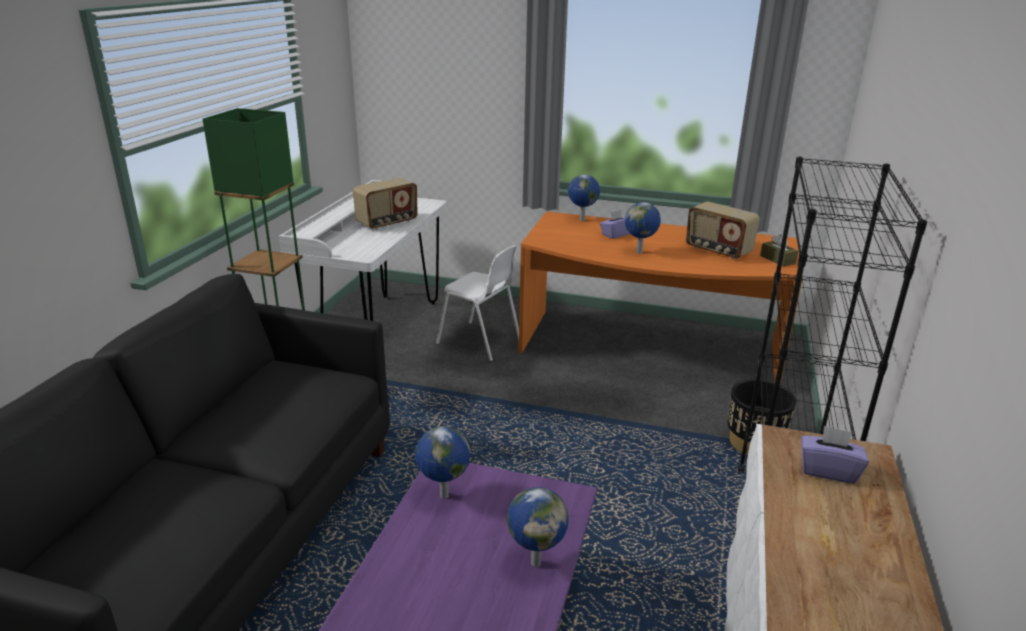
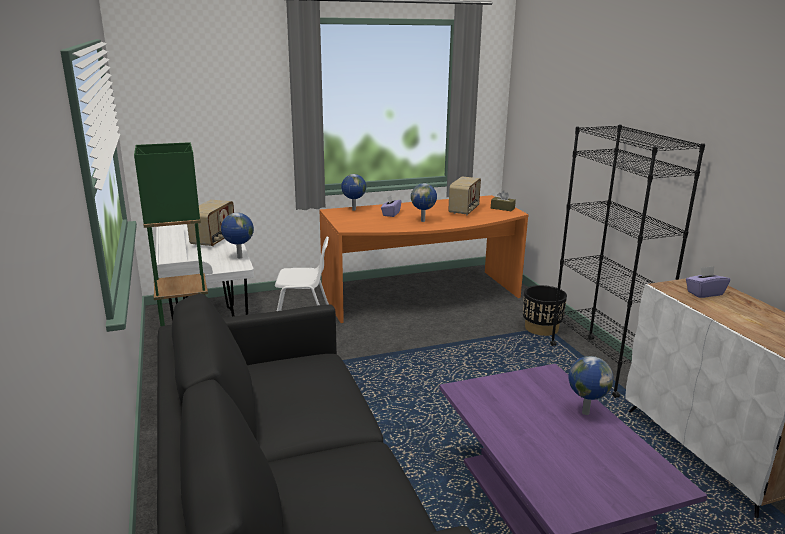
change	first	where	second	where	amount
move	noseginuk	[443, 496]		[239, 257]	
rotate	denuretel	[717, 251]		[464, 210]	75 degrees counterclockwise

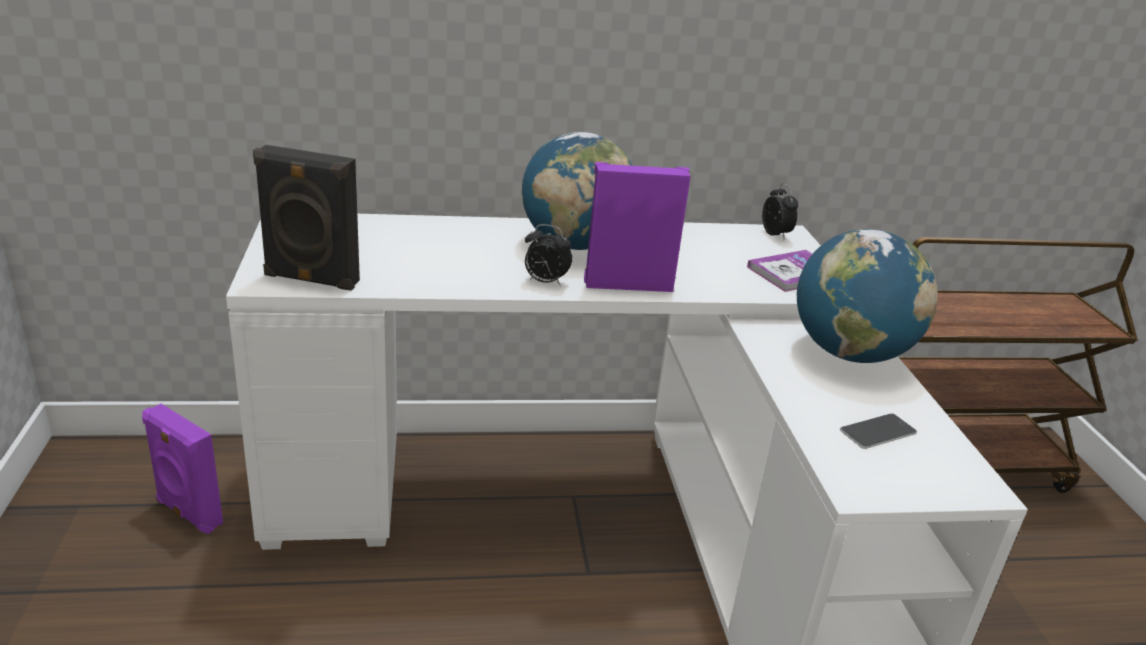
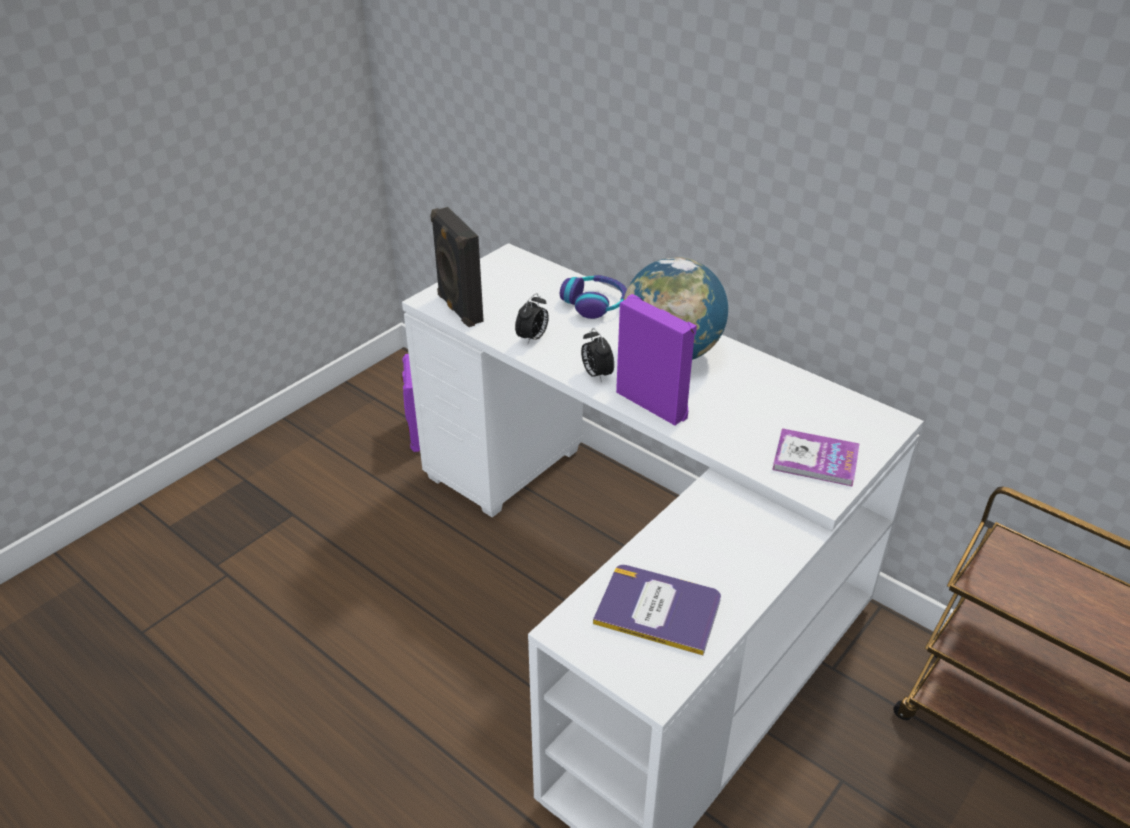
change	first	where	second	where	amount
move	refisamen	[776, 235]		[532, 338]	
insert			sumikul	[595, 303]	
replace	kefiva	[878, 431]	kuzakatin	[658, 609]	
delete	noseginuk	[849, 353]			

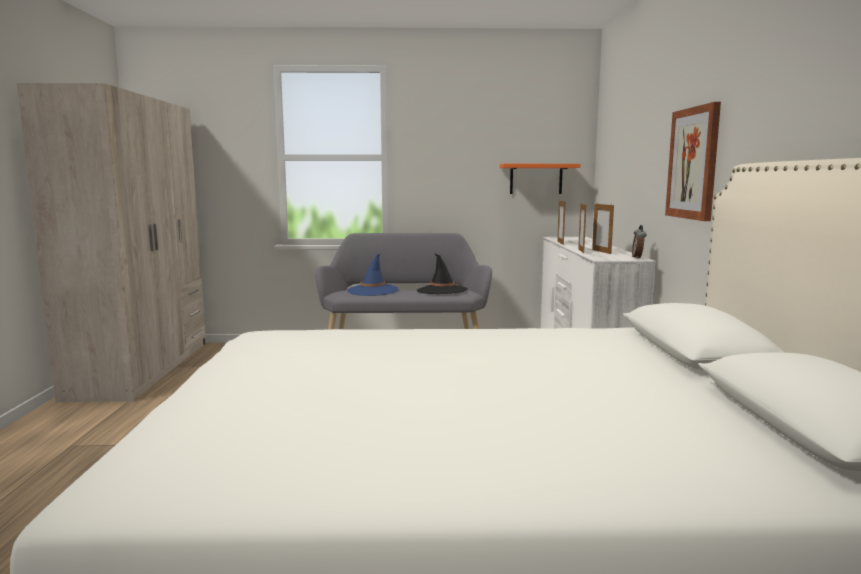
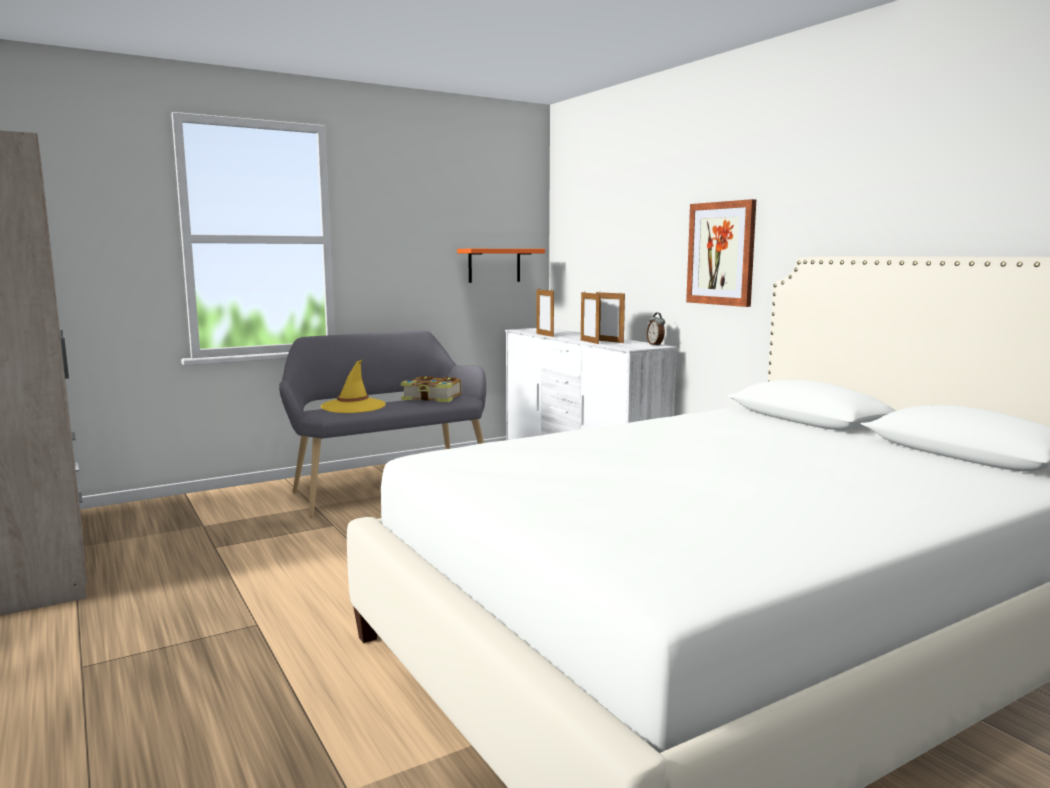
change	first	where	second	where	amount
recolor	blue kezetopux	[373, 290]	yellow kezetopux	[353, 406]	
replace	black kezetopux	[441, 290]	kuzakatin	[432, 398]	

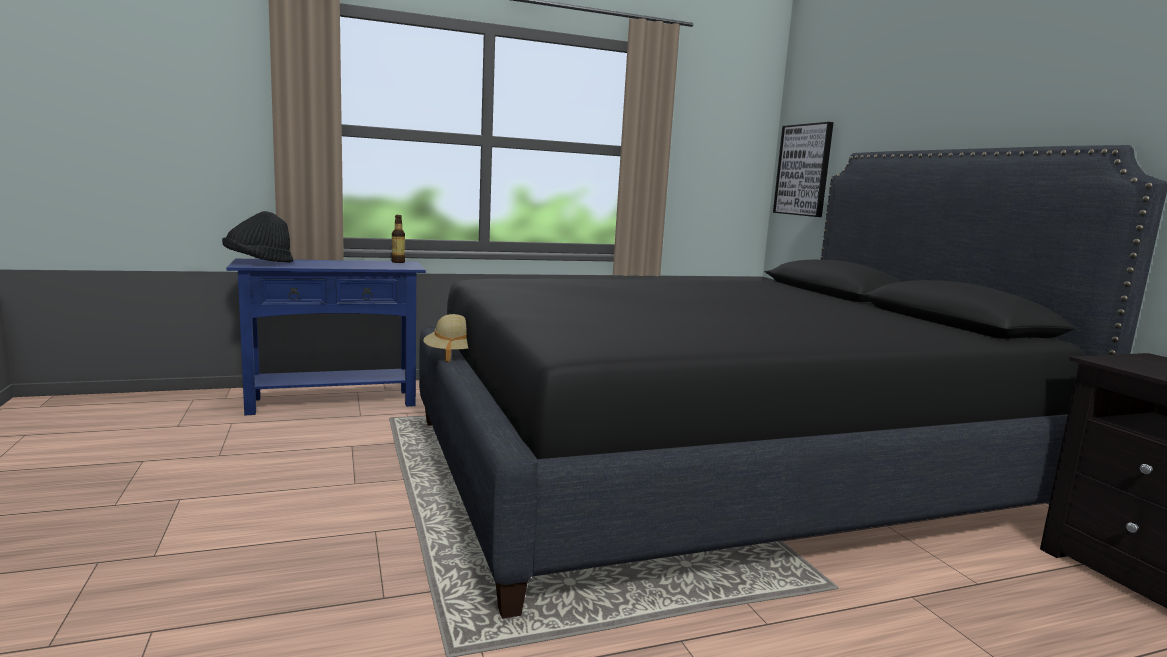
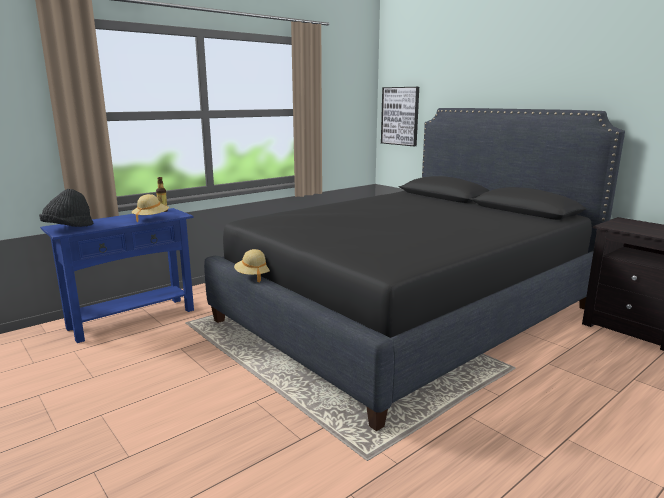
change	first	where	second	where	amount
insert			beige kezetopux	[151, 218]	

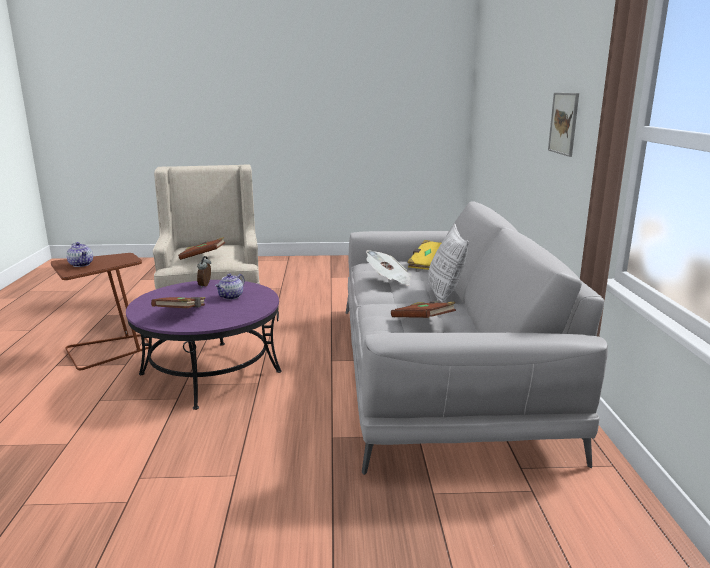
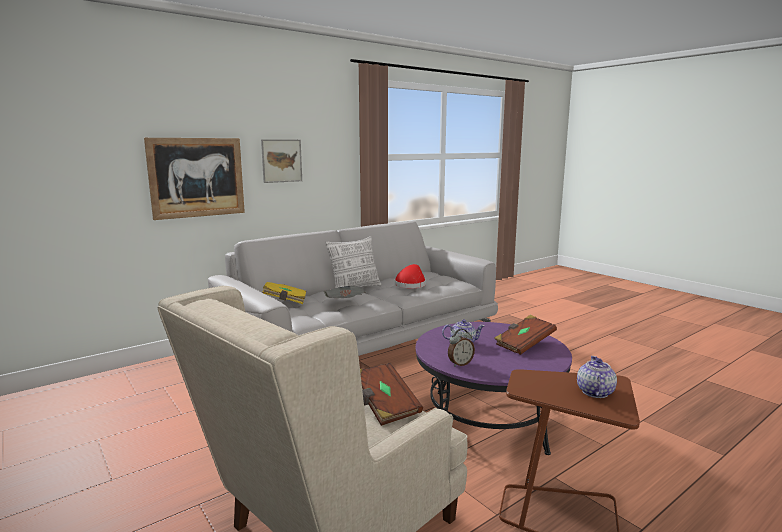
change	first	where	second	where	amount
insert			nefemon	[197, 177]	
replace	brown kuzakatin	[423, 321]	red kezetopux	[410, 284]	

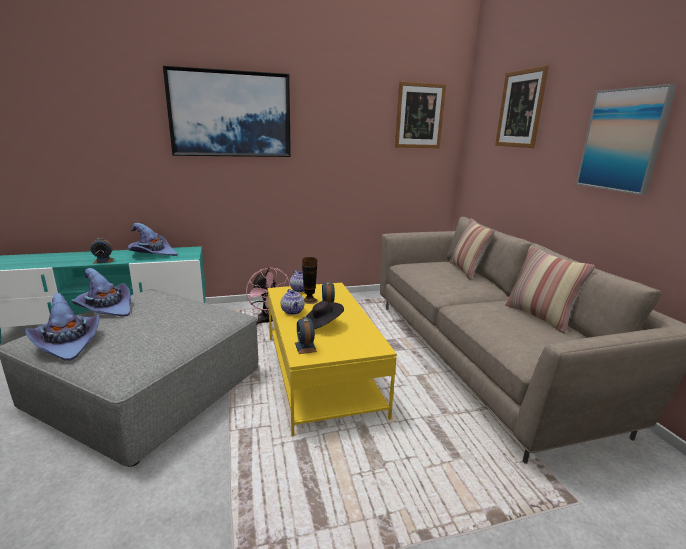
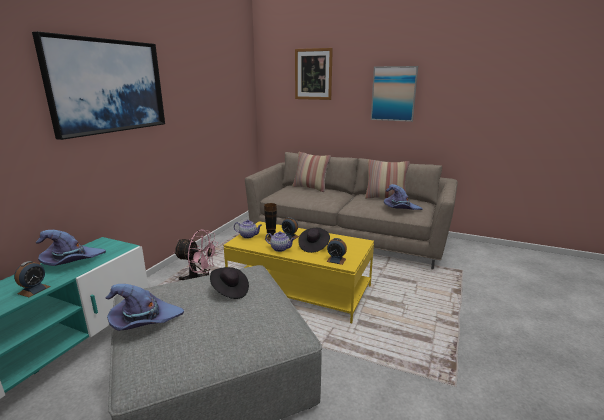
change	first	where	second	where	amount
insert			black kezetopux	[230, 291]	
move	purple kezetopux	[68, 343]		[400, 209]	
delete	nefemon	[419, 116]			

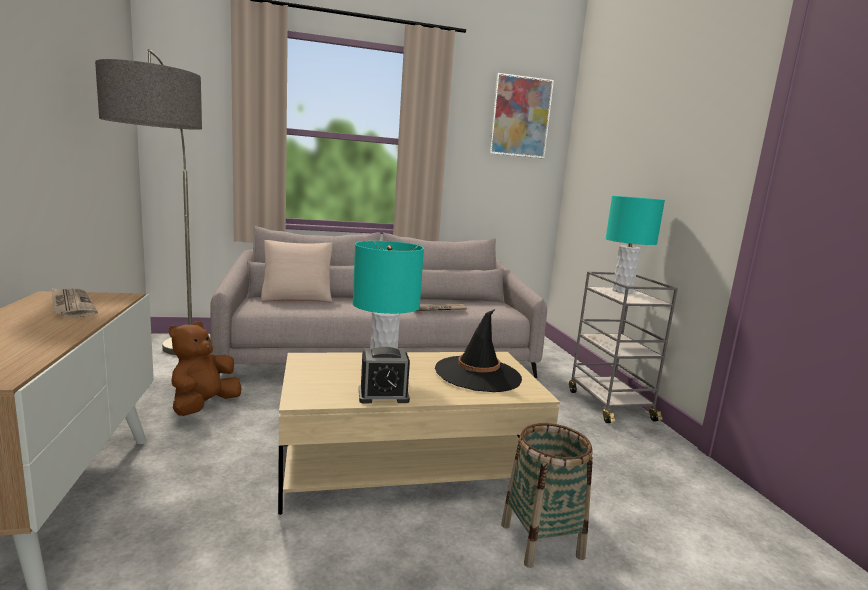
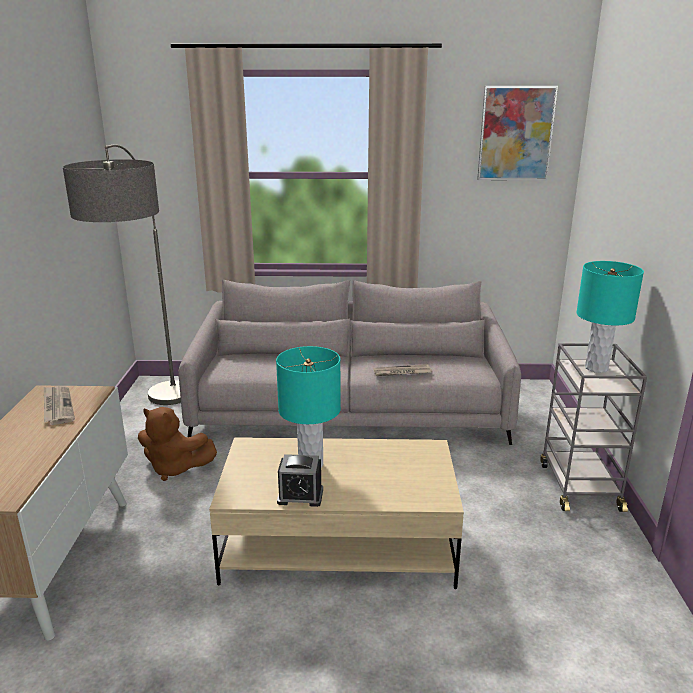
change	first	where	second	where	amount
rotate	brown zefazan	[203, 406]		[175, 468]	105 degrees counterclockwise
delete	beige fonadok	[297, 297]			
delete	black kezetopux	[478, 374]			
delete	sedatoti	[541, 541]			

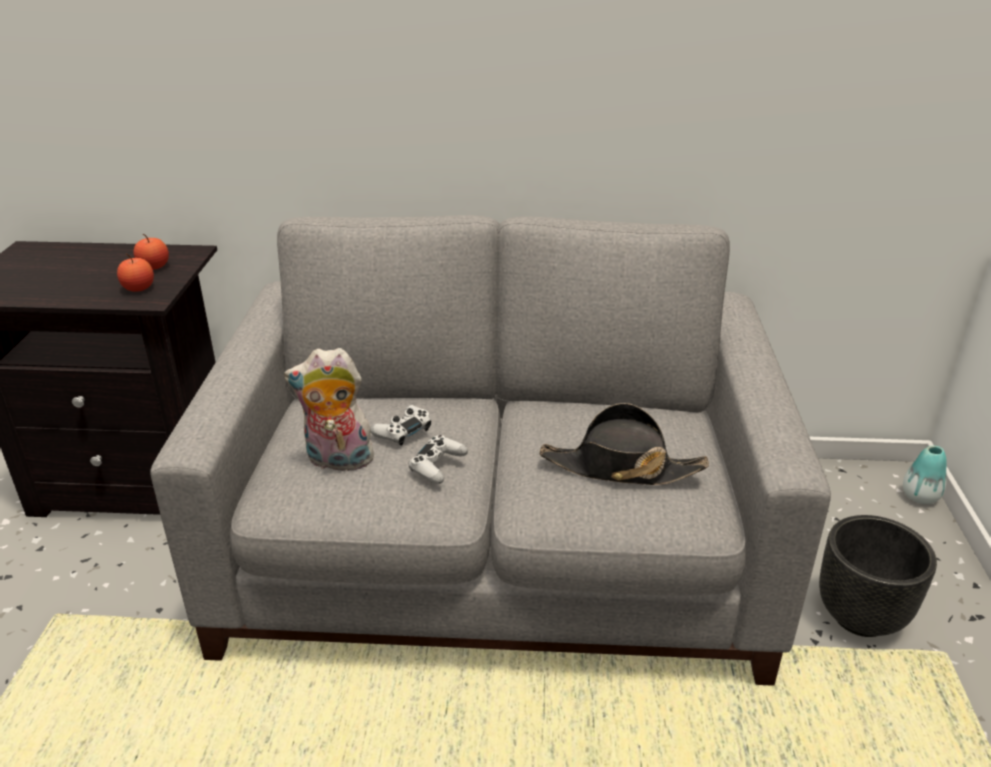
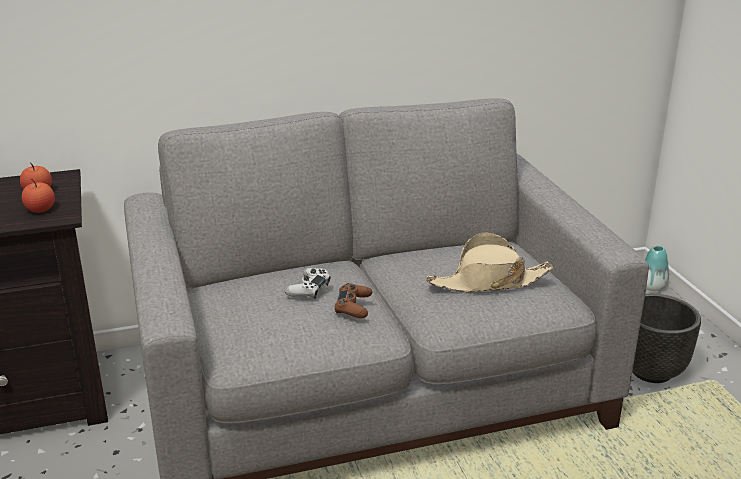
change	first	where	second	where	amount
recolor	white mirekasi	[437, 465]	brown mirekasi	[353, 306]	
recolor	black kezetopux	[621, 467]	beige kezetopux	[489, 282]	
delete	zefazan	[337, 461]			

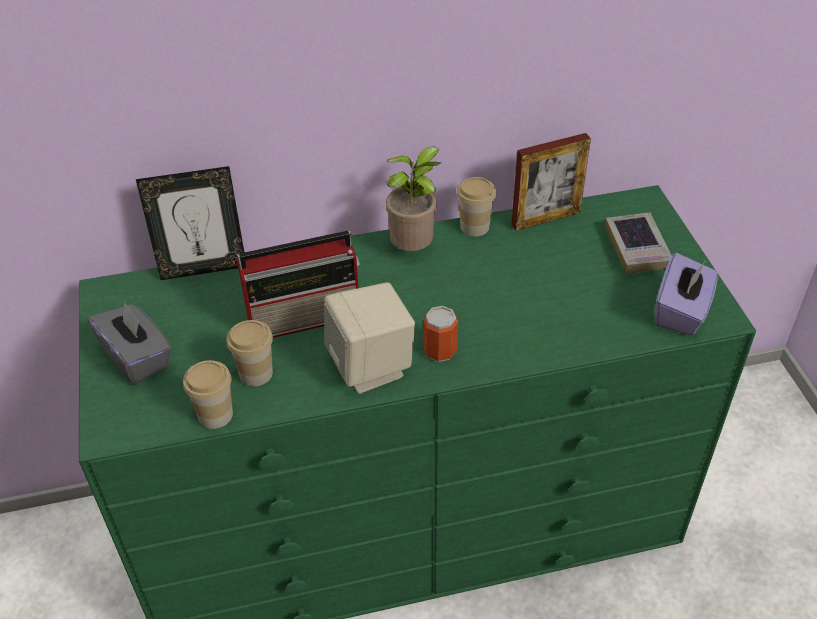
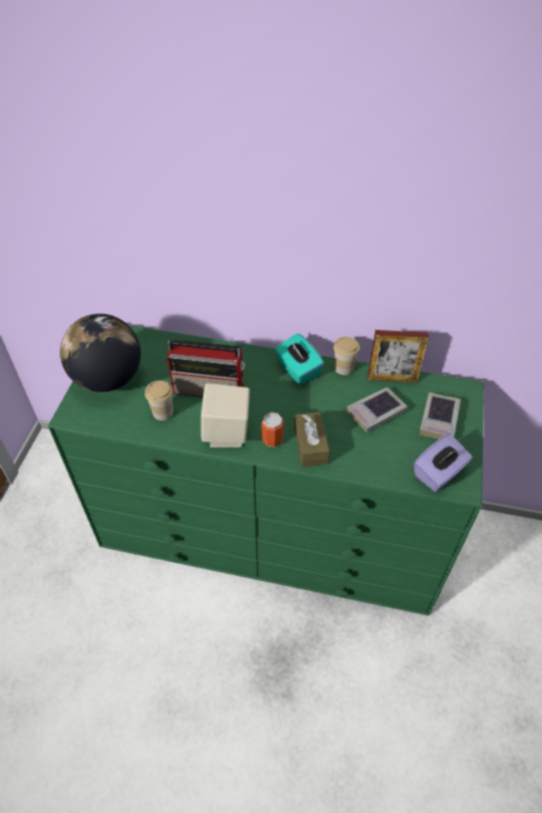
change	first	where	second	where	amount
replace	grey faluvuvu	[137, 358]	noseginuk	[108, 379]	
replace	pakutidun	[414, 249]	turquoise faluvuvu	[298, 370]	
insert			brown faluvuvu	[310, 445]	
insert			kuzakatin	[376, 412]	
delete	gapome	[203, 268]			
delete	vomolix	[215, 415]			

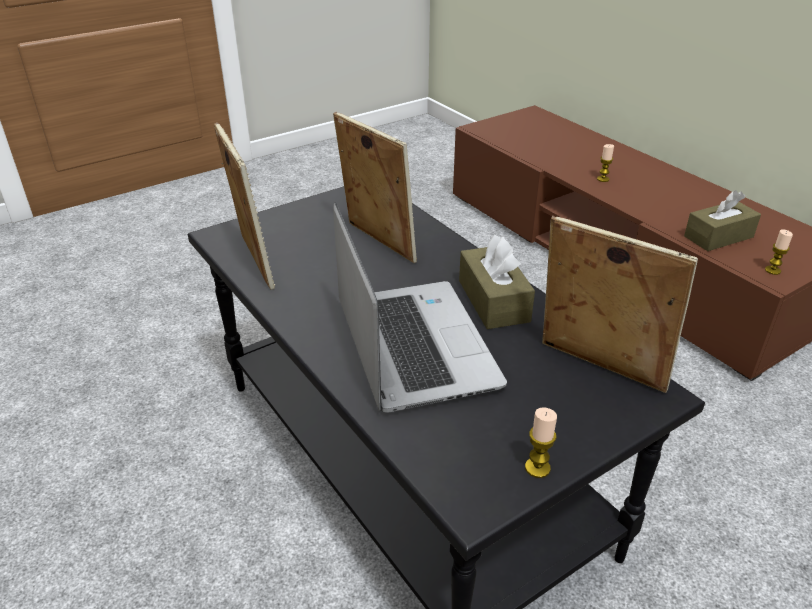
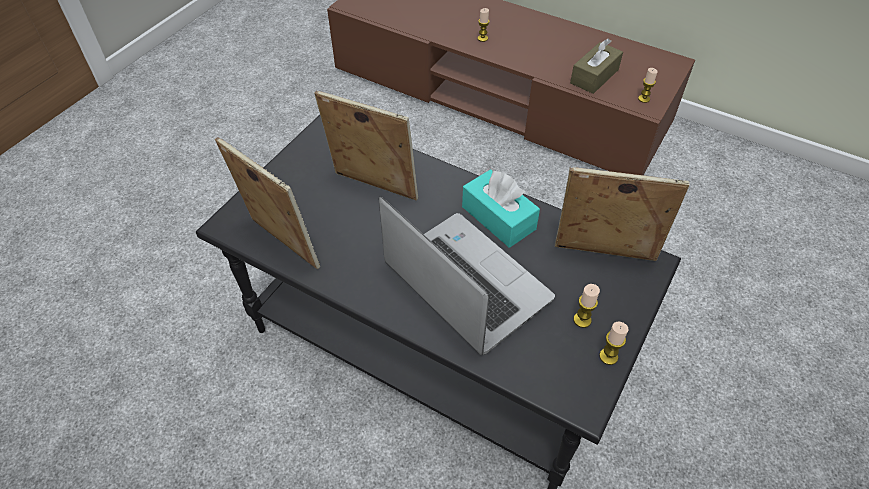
change	first	where	second	where	amount
recolor	brown faluvuvu	[493, 301]	turquoise faluvuvu	[498, 218]	
insert			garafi	[582, 320]	

